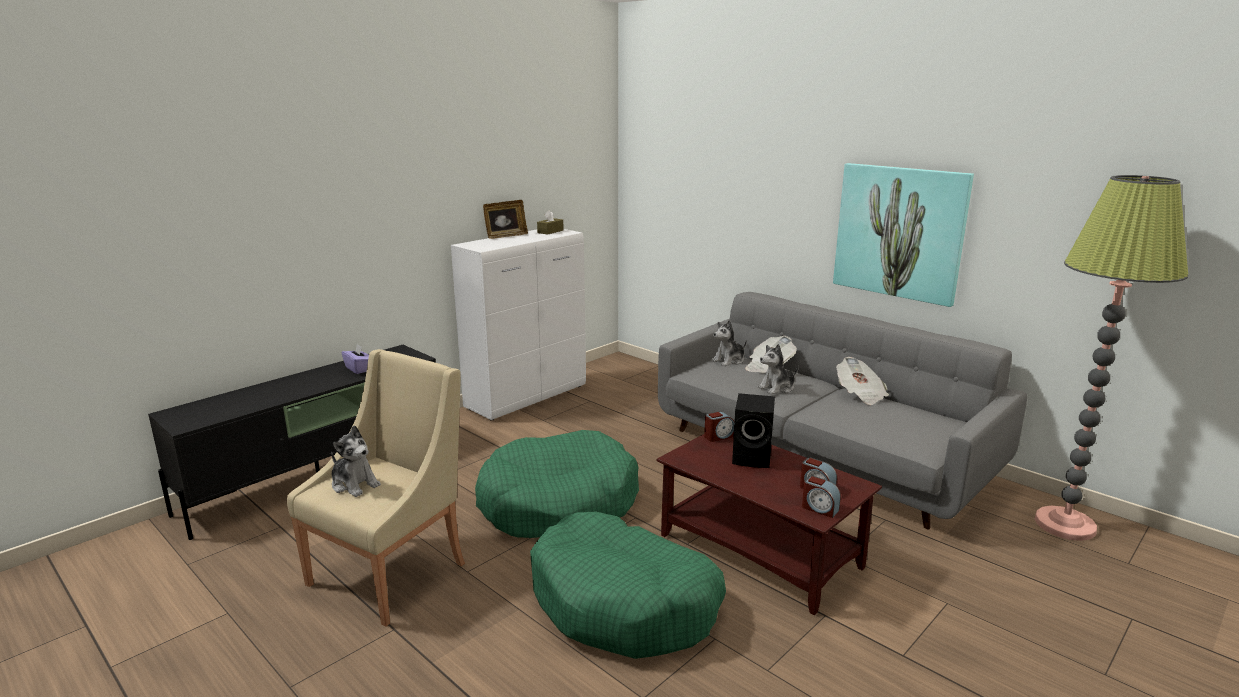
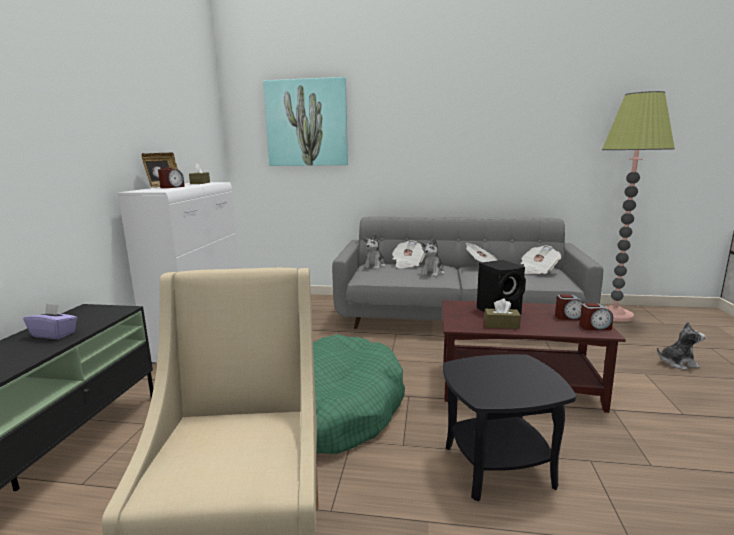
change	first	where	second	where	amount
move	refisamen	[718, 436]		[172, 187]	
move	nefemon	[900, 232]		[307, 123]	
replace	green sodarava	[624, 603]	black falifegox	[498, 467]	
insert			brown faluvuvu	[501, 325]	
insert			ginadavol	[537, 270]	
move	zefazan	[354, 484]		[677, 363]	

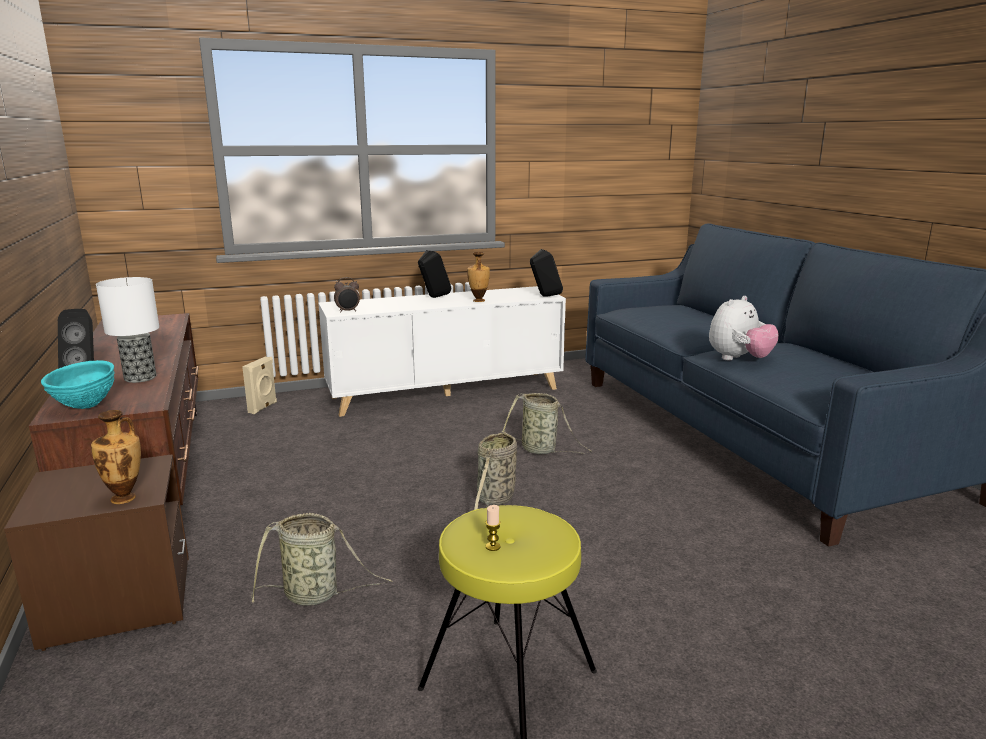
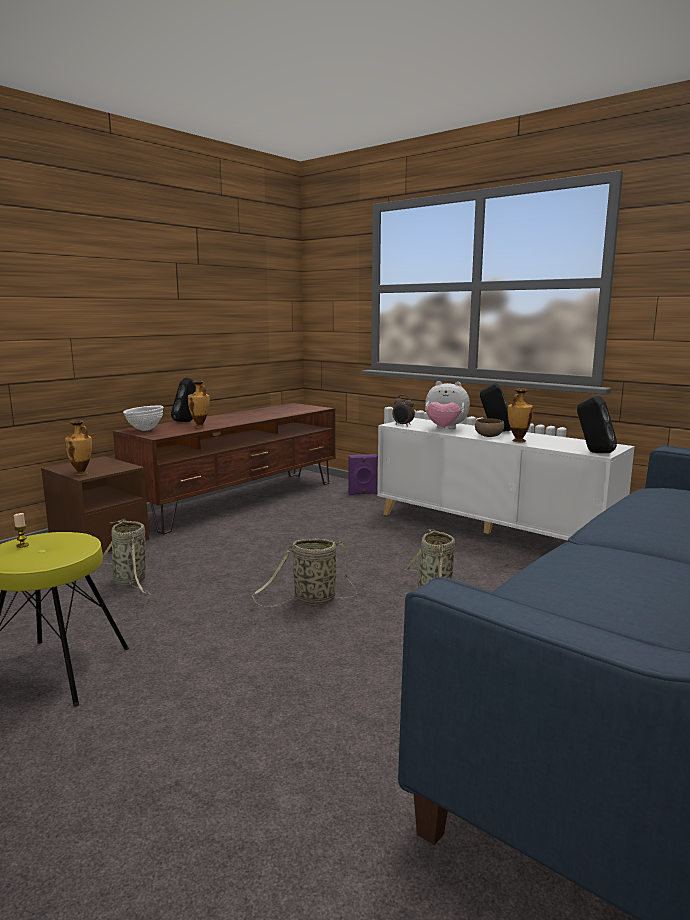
change	first	where	second	where	amount
recolor	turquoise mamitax	[85, 407]	white mamitax	[145, 430]	
replace	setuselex	[141, 377]	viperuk	[200, 426]	
recolor	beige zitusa	[263, 407]	purple zitusa	[363, 493]	
move	zefazan	[739, 359]		[445, 429]	
insert			brown mamitax	[489, 436]	

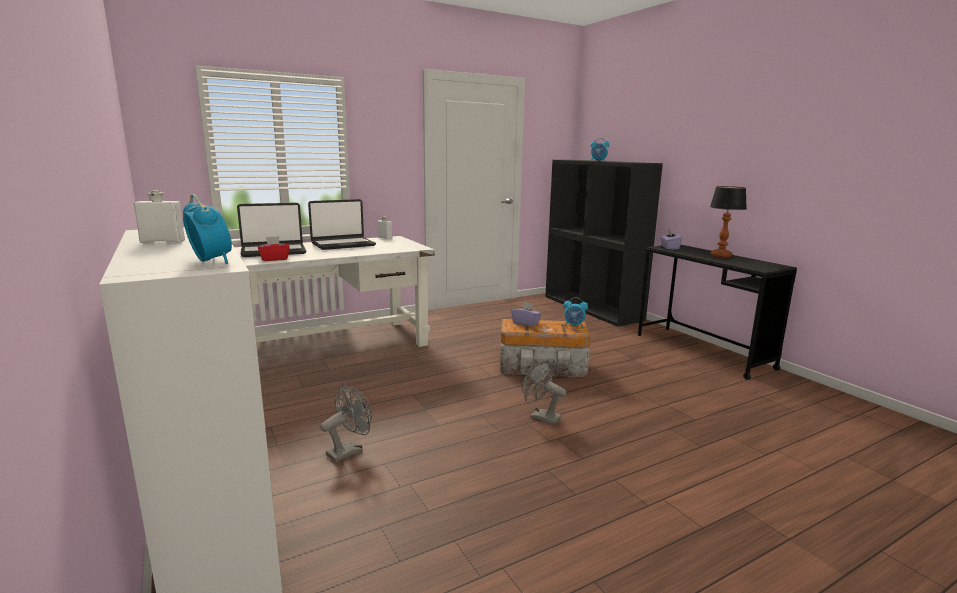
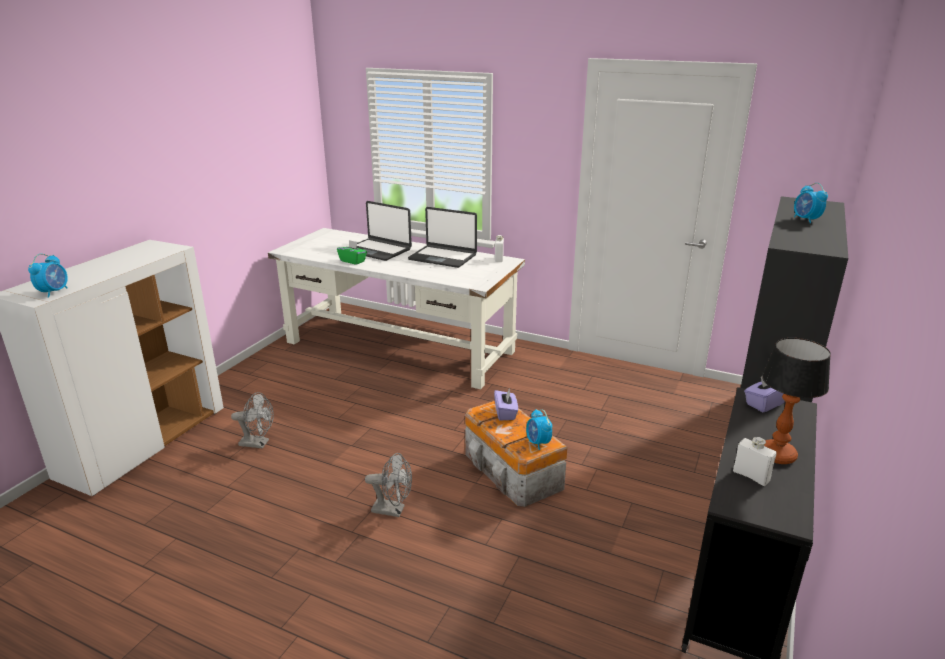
change	first	where	second	where	amount
recolor	red faluvuvu	[274, 259]	green faluvuvu	[353, 261]	
rotate	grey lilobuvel	[540, 417]		[393, 510]	105 degrees clockwise
move	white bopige	[162, 241]		[751, 476]	

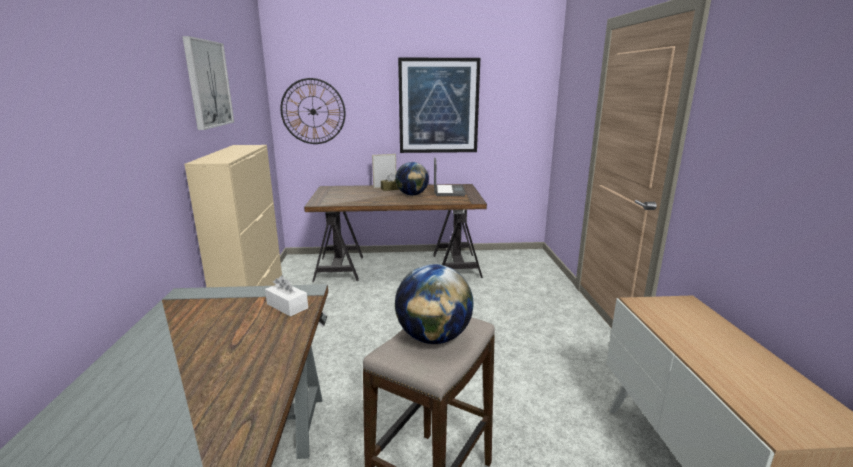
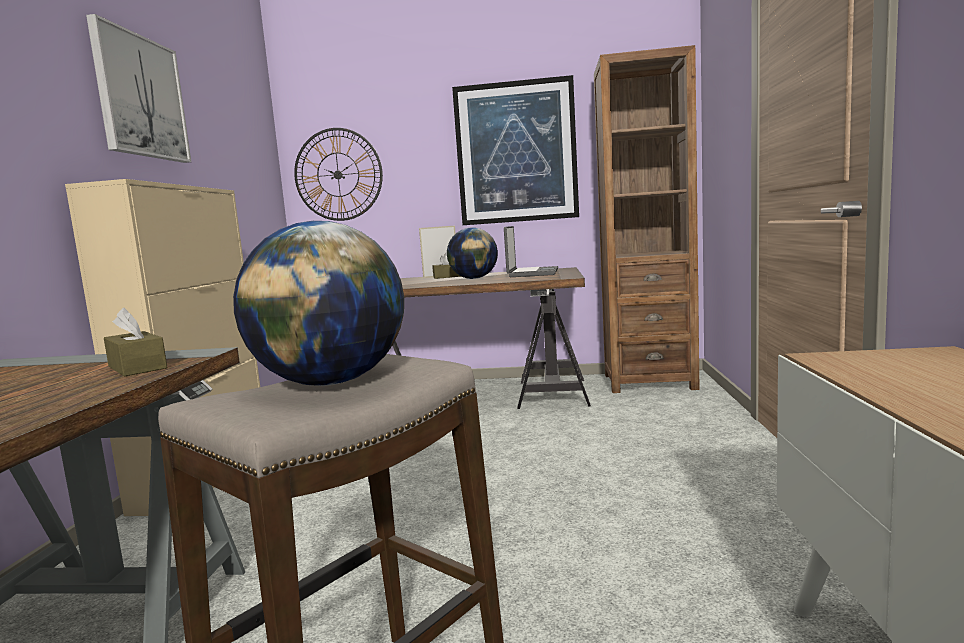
change	first	where	second	where	amount
recolor	white faluvuvu	[287, 306]	brown faluvuvu	[137, 367]	
insert			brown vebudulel	[649, 382]	

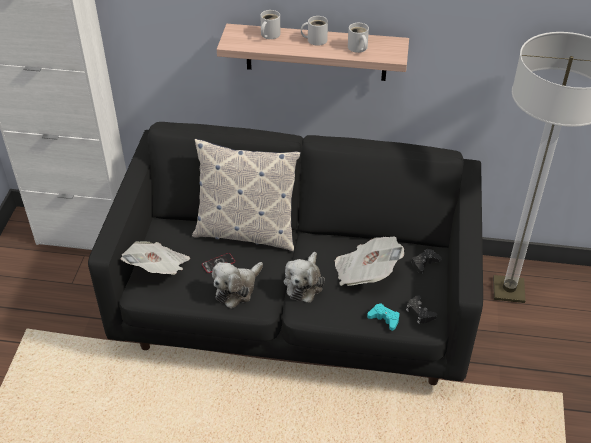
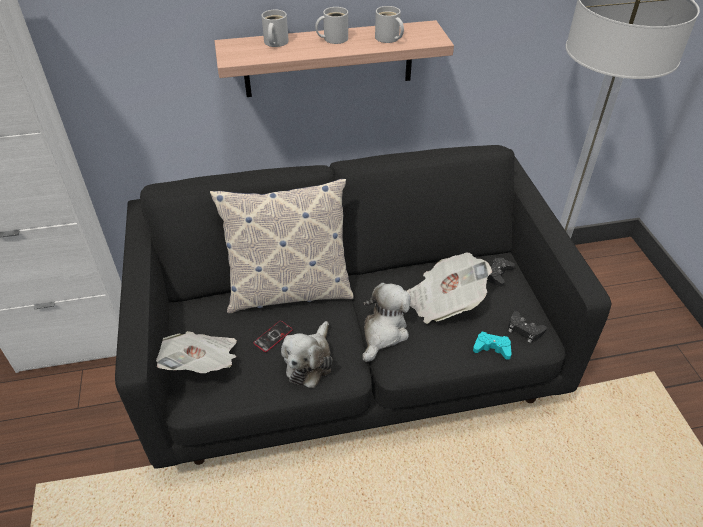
change	first	where	second	where	amount
rotate	zefazan	[304, 283]		[383, 332]	150 degrees counterclockwise

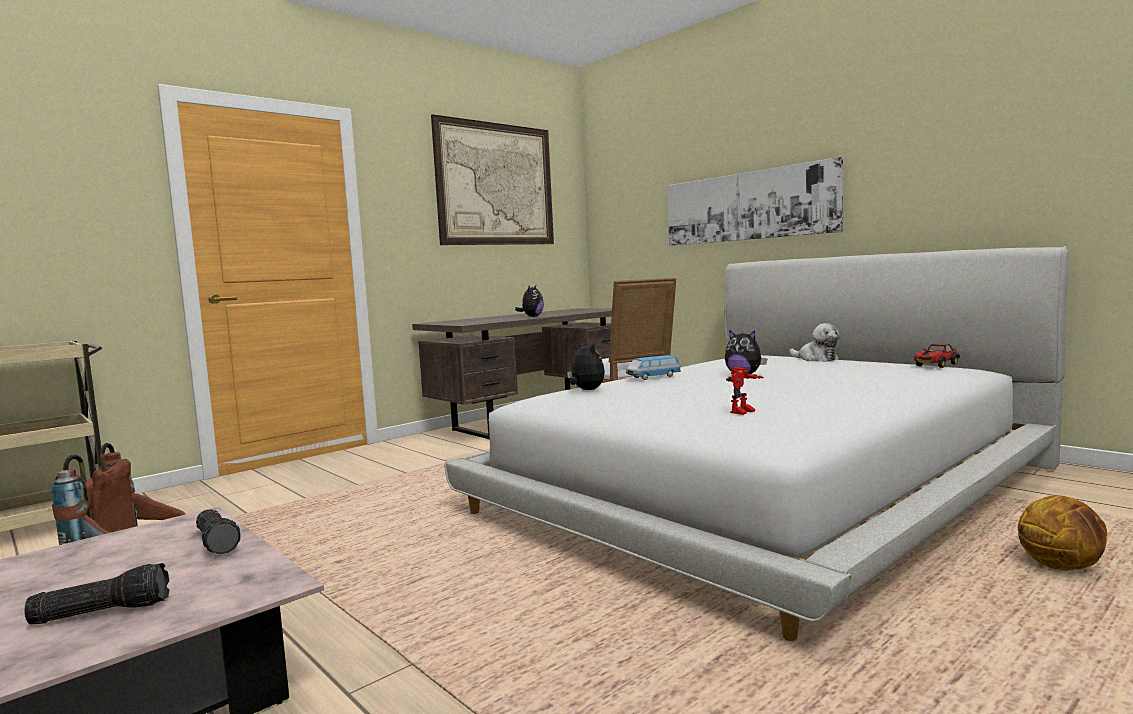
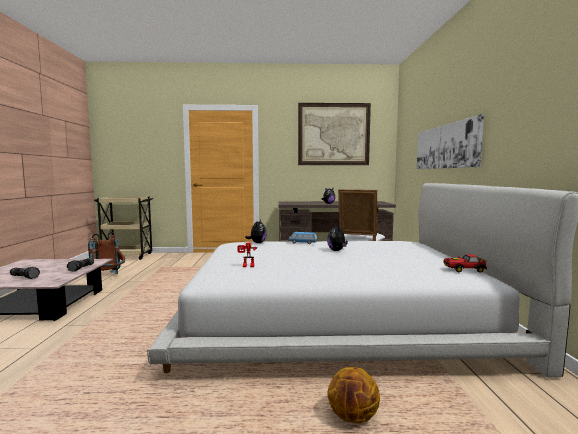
change	first	where	second	where	amount
delete	zefazan	[816, 359]			

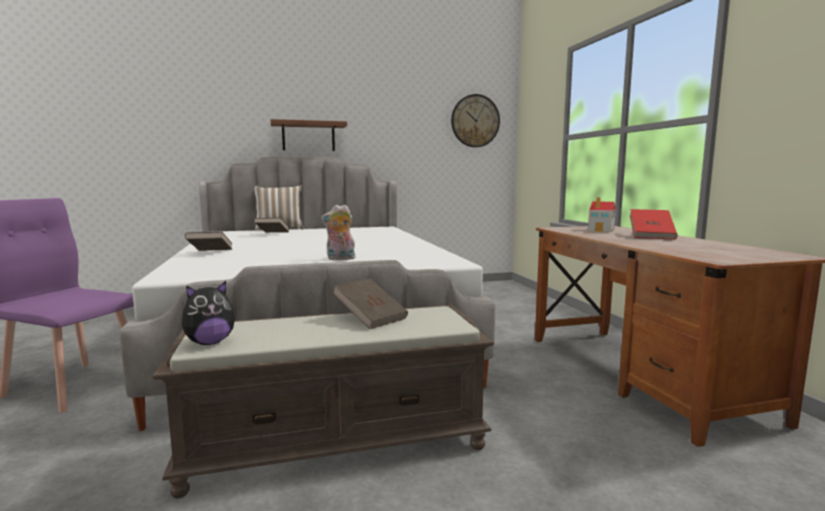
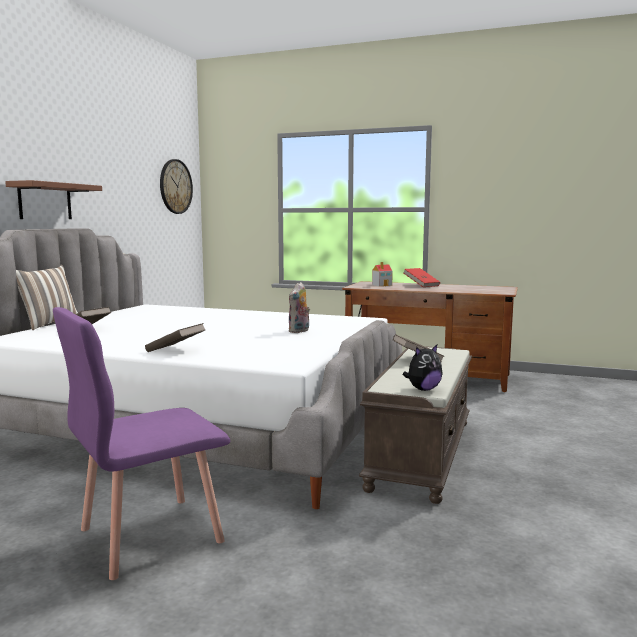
change	first	where	second	where	amount
rotate	zefazan	[210, 342]		[423, 389]	60 degrees clockwise

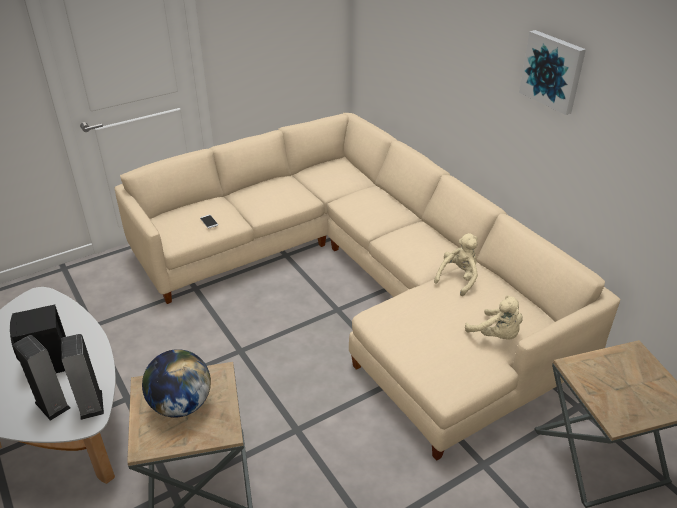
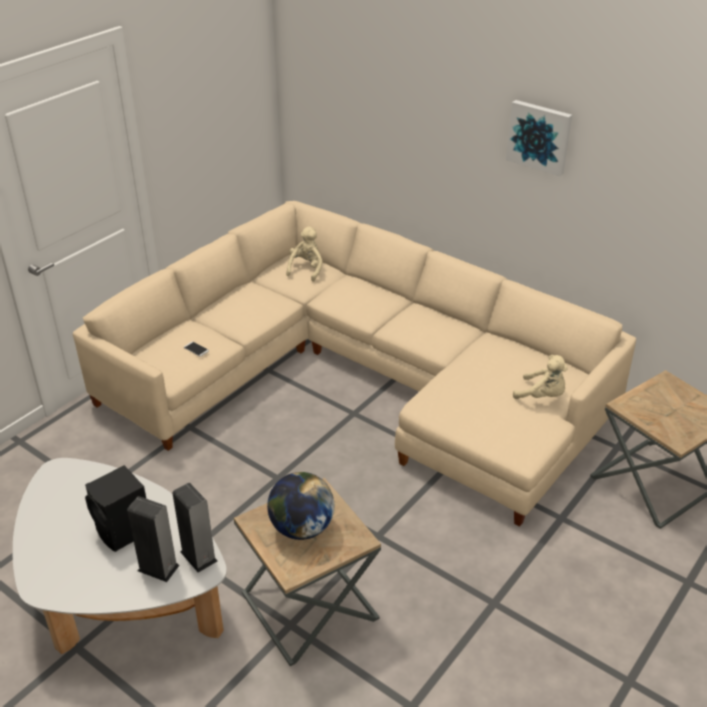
change	first	where	second	where	amount
move	beige zefazan	[458, 278]		[306, 269]	

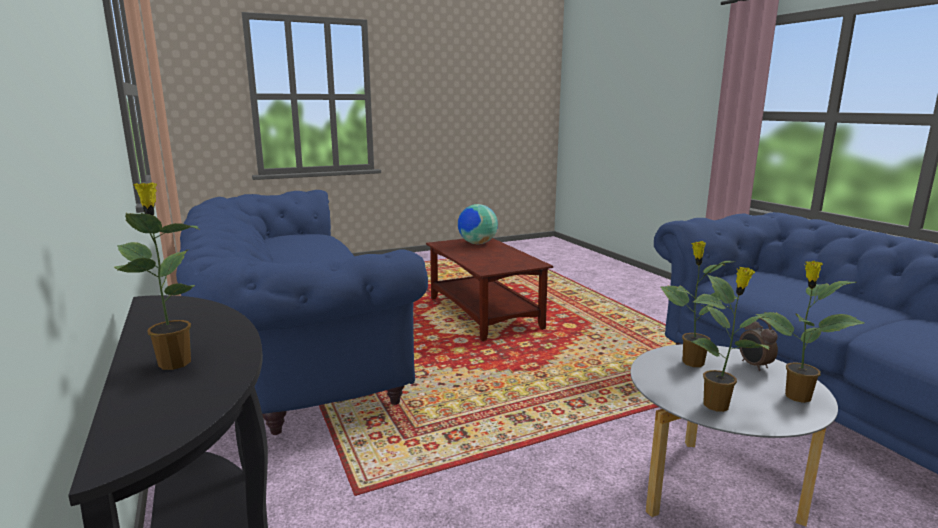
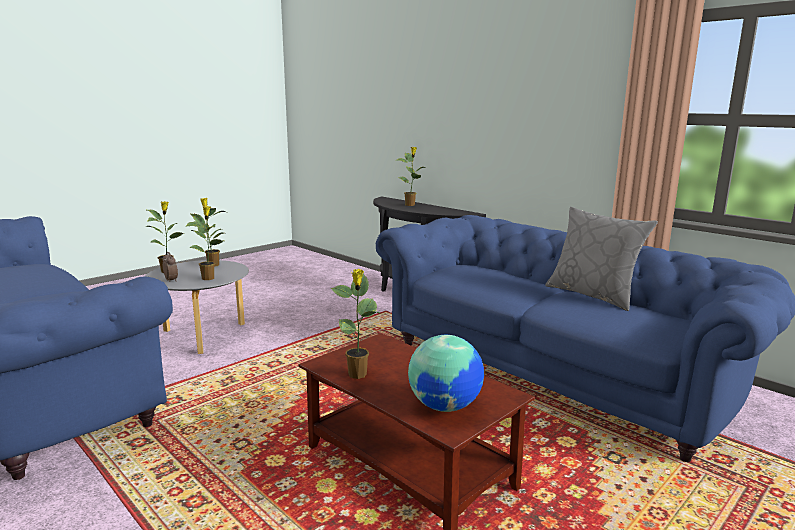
change	first	where	second	where	amount
insert			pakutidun	[357, 375]	
insert			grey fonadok	[593, 295]	

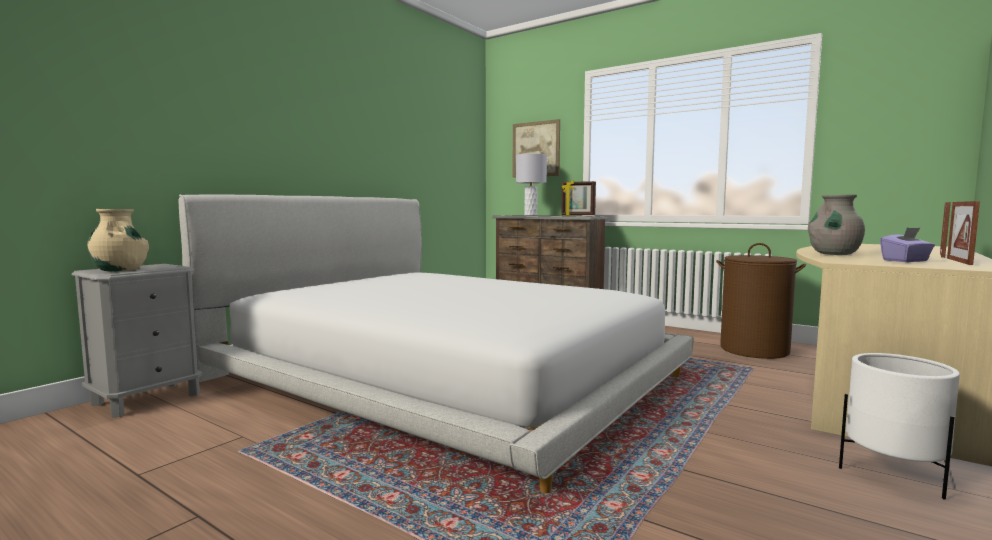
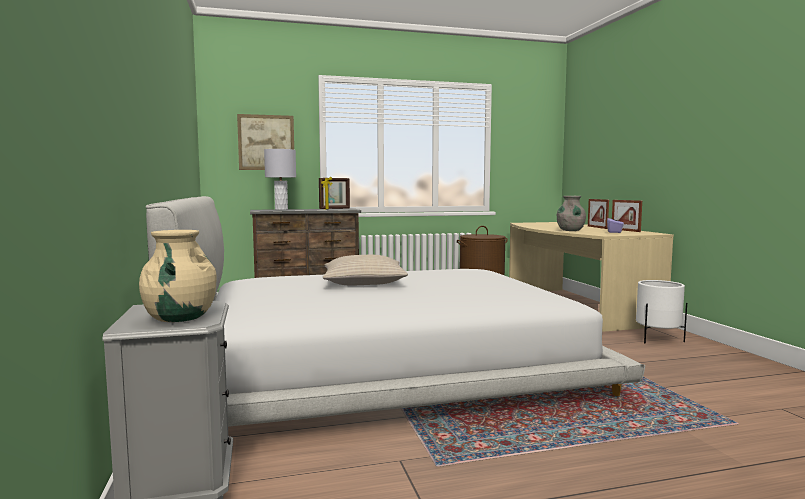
change	first	where	second	where	amount
insert			beige fonadok	[364, 282]	

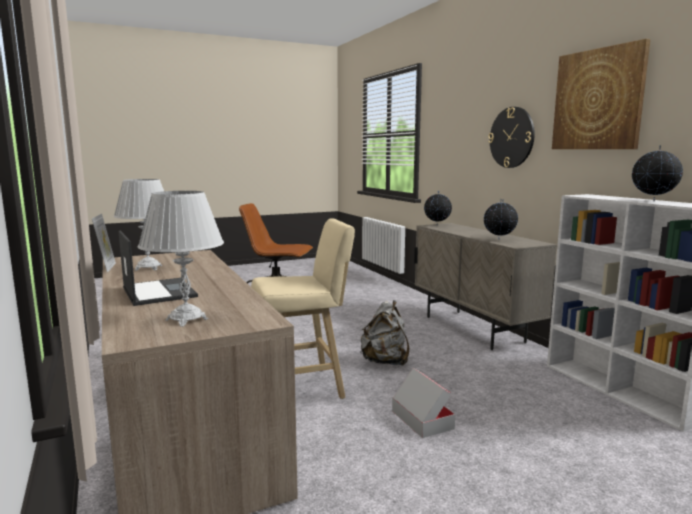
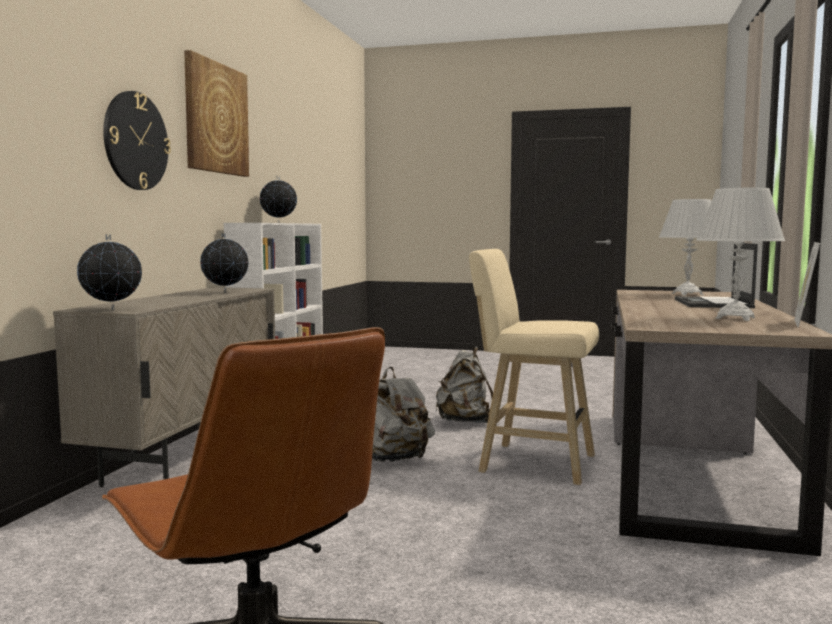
change	first	where	second	where	amount
replace	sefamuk	[422, 419]	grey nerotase	[465, 422]	

